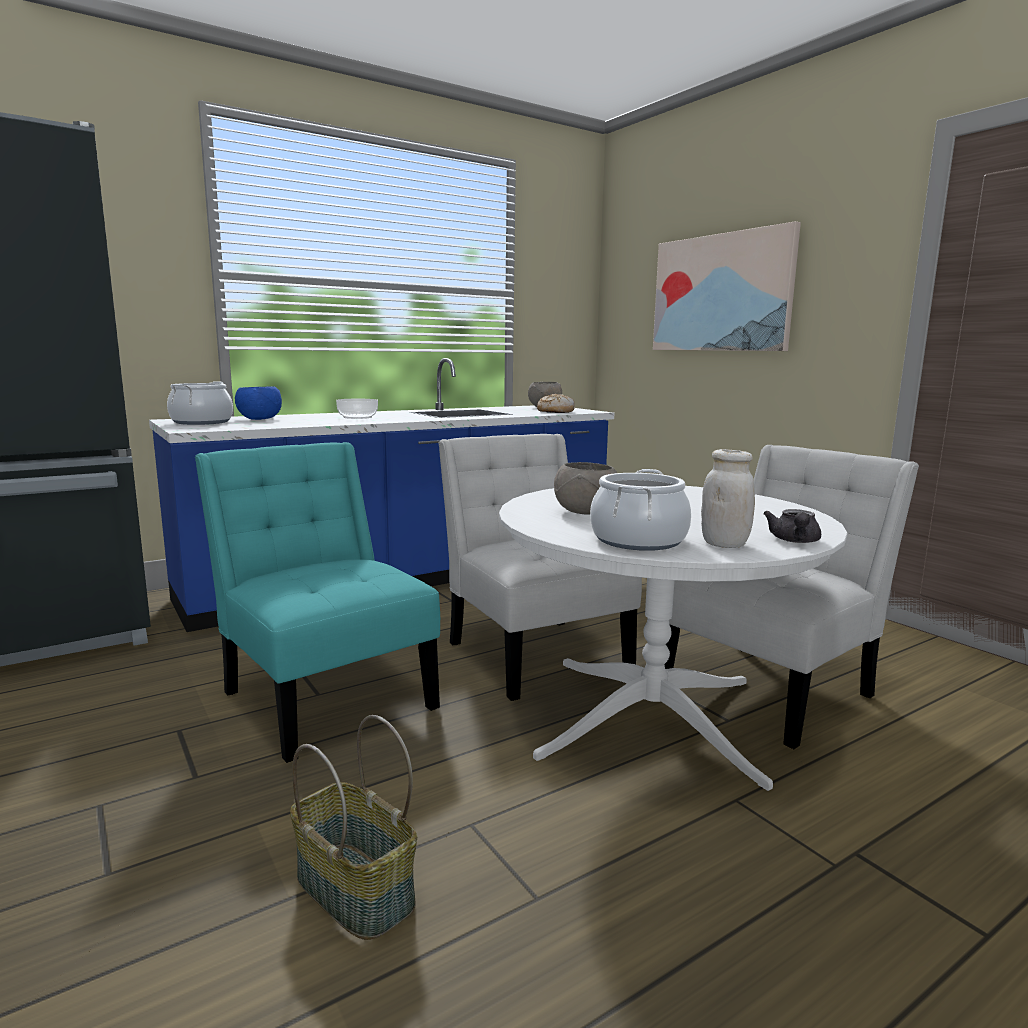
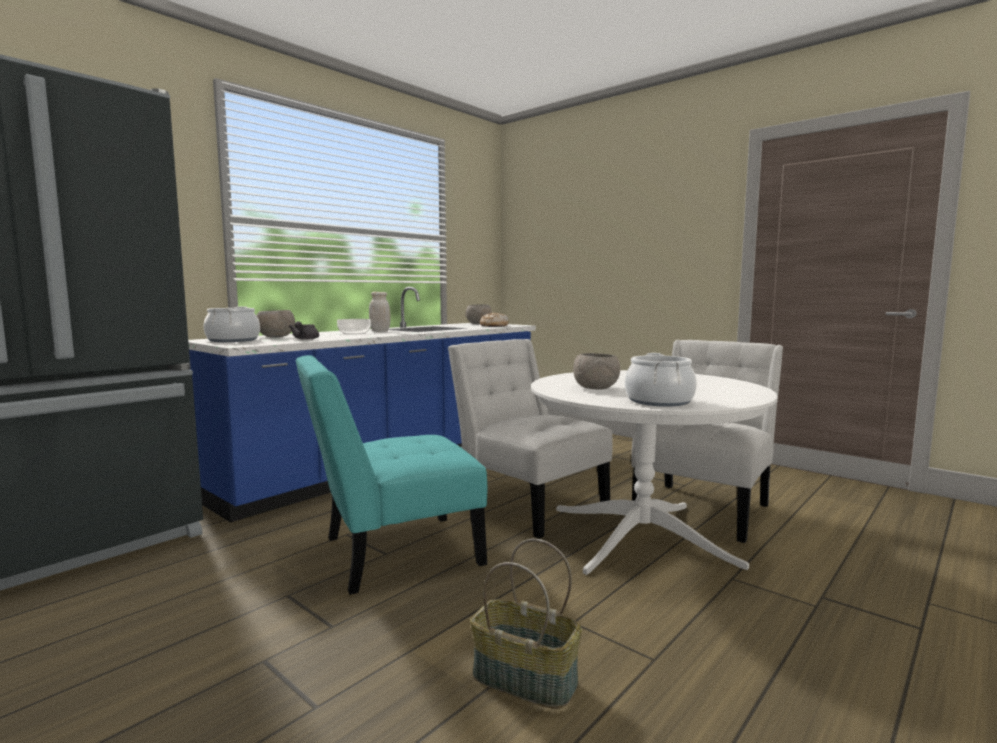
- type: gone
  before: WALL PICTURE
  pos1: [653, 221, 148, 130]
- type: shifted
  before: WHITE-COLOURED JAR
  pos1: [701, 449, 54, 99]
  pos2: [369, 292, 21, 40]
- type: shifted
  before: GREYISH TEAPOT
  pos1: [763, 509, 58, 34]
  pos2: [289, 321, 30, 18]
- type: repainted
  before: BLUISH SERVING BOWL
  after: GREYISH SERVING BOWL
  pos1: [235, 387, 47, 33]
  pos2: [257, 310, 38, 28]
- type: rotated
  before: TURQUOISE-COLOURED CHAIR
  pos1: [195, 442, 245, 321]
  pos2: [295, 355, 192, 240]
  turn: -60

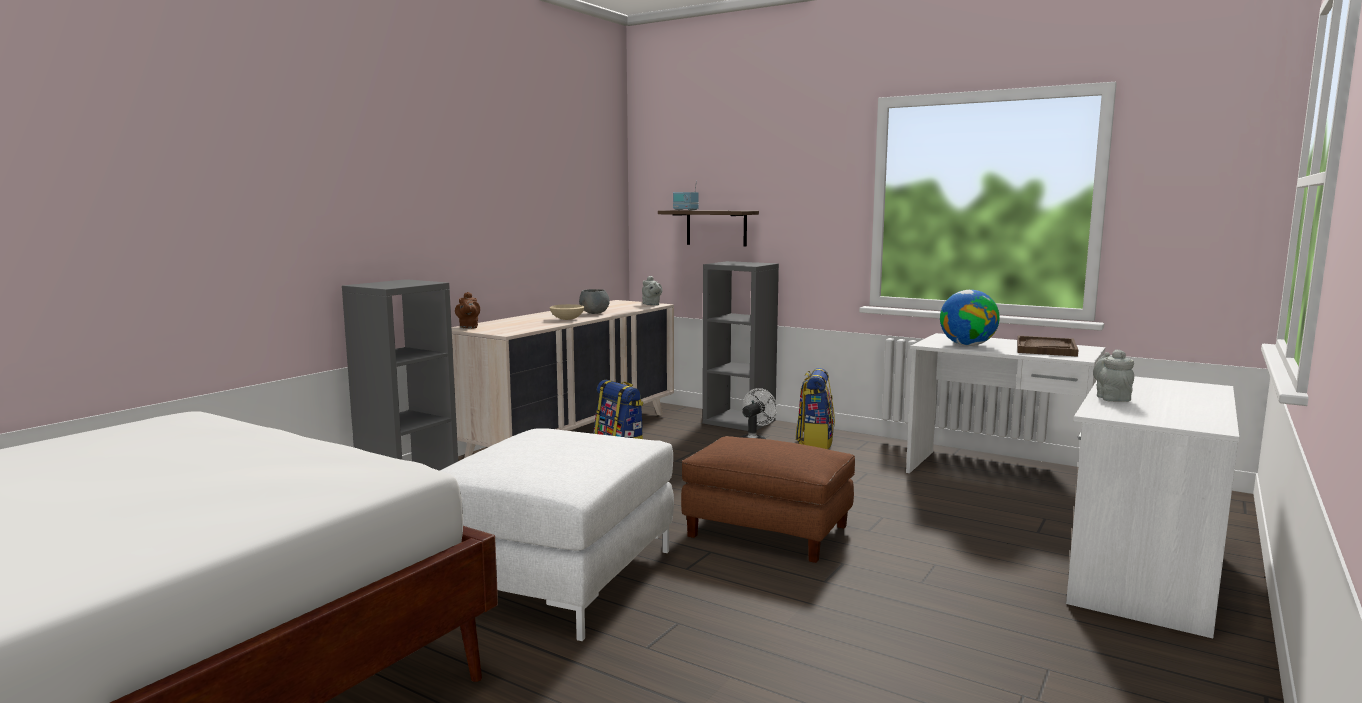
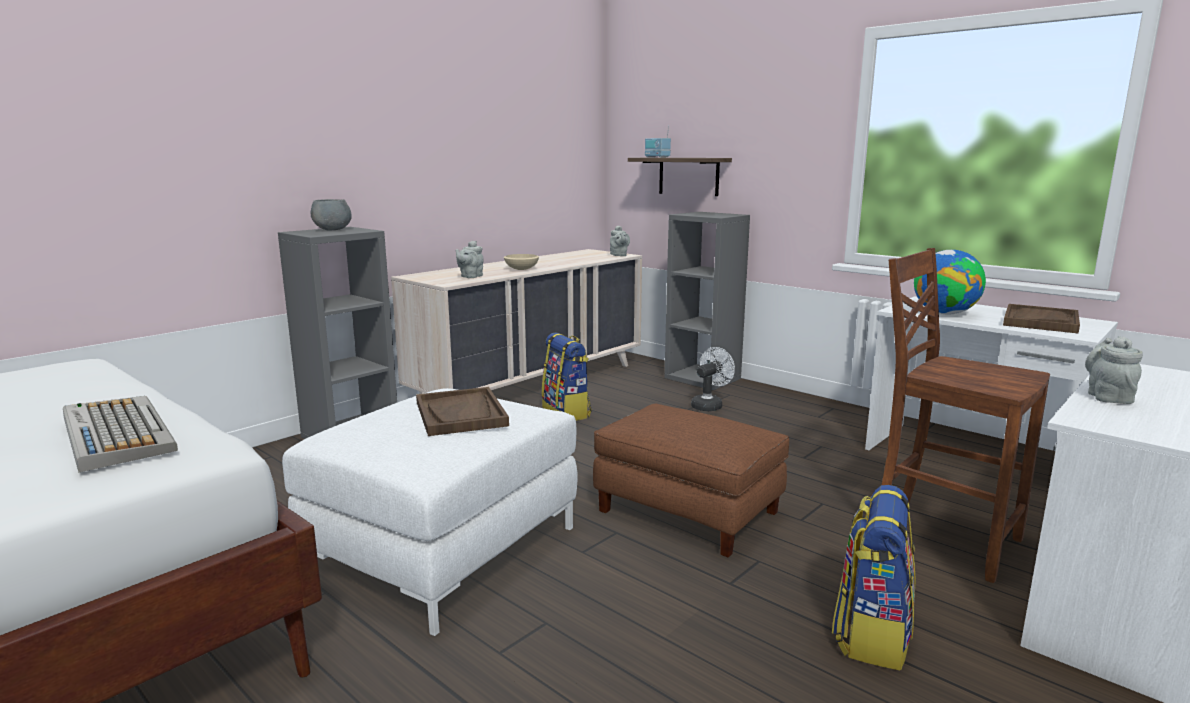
- type: gone
  before: BROWN-COLOURED TEAPOT
  pos1: [455, 292, 25, 37]
- type: new
  after: KEYBOARD
  pos2: [63, 396, 115, 77]
- type: new
  after: BROWN-COLOURED CARRYING TRAY
  pos2: [416, 387, 93, 49]
- type: new
  after: GREYISH TEAPOT
  pos2: [456, 241, 28, 37]
- type: new
  after: BROWN-COLOURED CHAIR
  pos2: [882, 248, 168, 335]
- type: shifted
  before: GREYISH SERVING BOWL
  pos1: [579, 289, 31, 25]
  pos2: [311, 199, 41, 31]
- type: shifted
  before: RUCKSACK
  pos1: [796, 368, 39, 81]
  pos2: [832, 485, 84, 185]

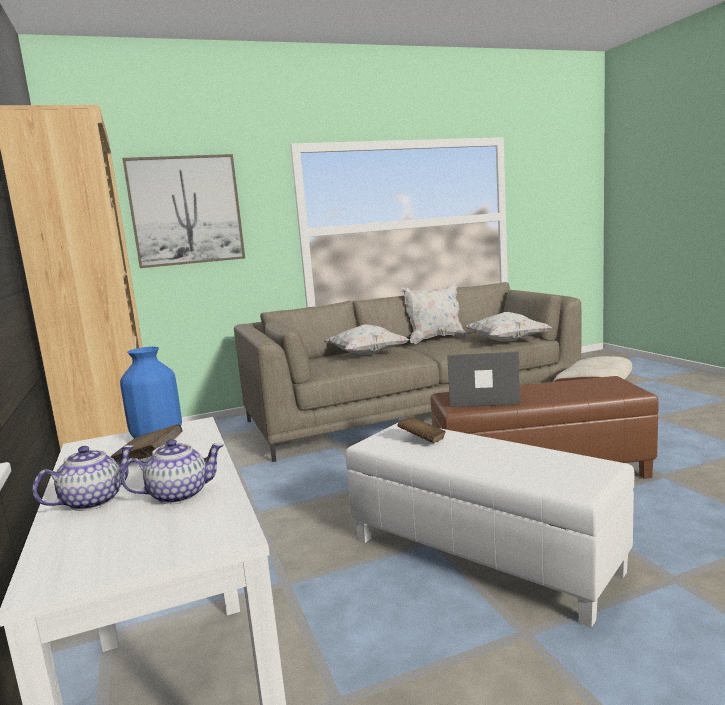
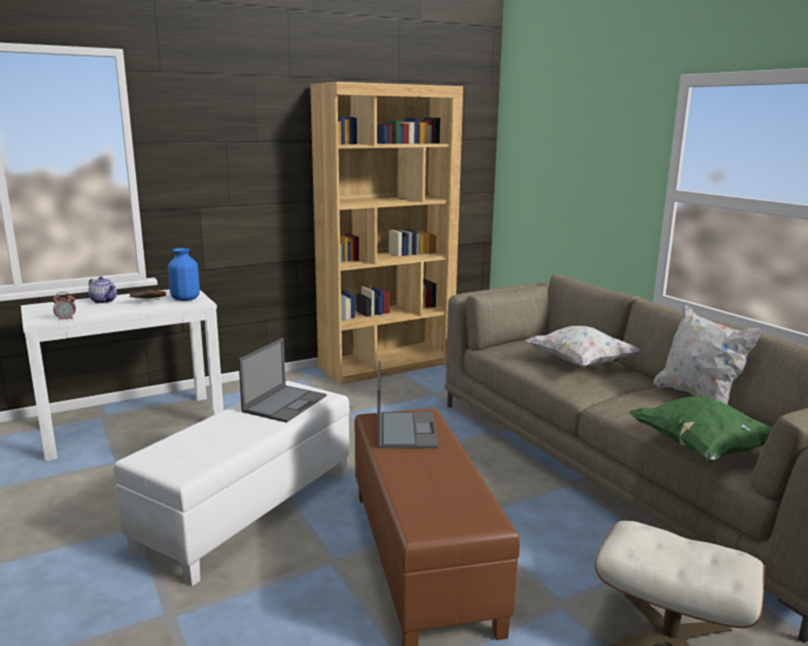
- type: gone
  before: TEAPOT
  pos1: [120, 439, 104, 65]
- type: gone
  before: WALL PICTURE
  pos1: [122, 154, 123, 114]
- type: new
  after: ALARM CLOCK
  pos2: [53, 292, 23, 29]
- type: swapped
  before: BROWN-COLOURED VOLUME
  after: LAPTOP
  pos1: [397, 416, 49, 27]
  pos2: [238, 338, 89, 85]
- type: repainted
  before: WHITE-COLOURED THROW PILLOW
  after: GREENISH THROW PILLOW
  pos1: [465, 312, 87, 30]
  pos2: [628, 395, 145, 67]

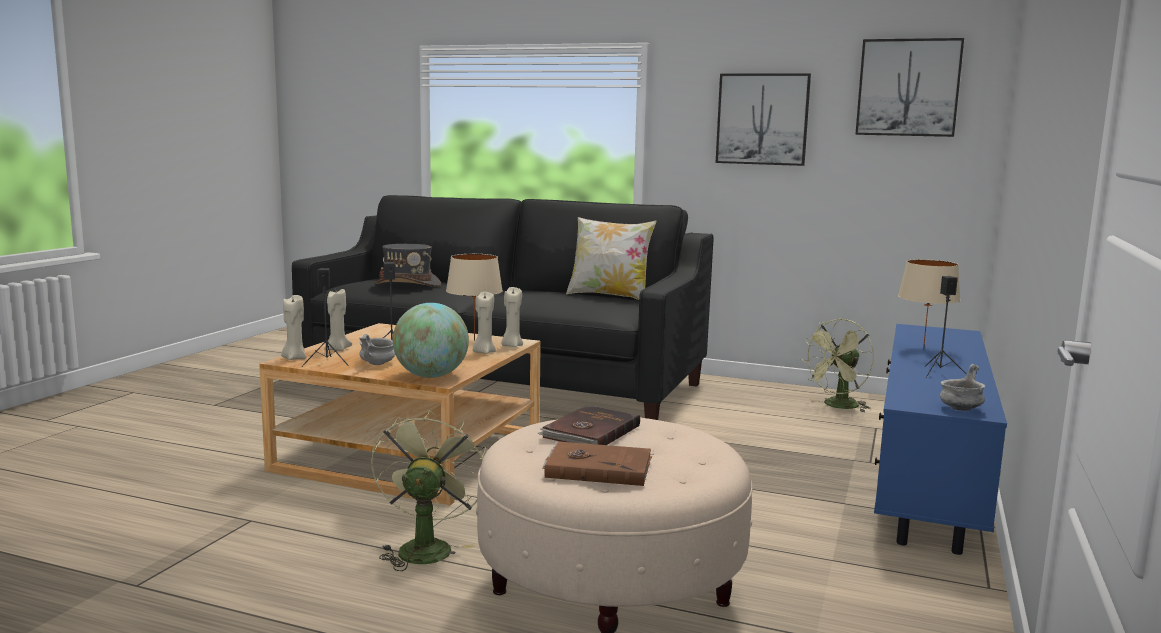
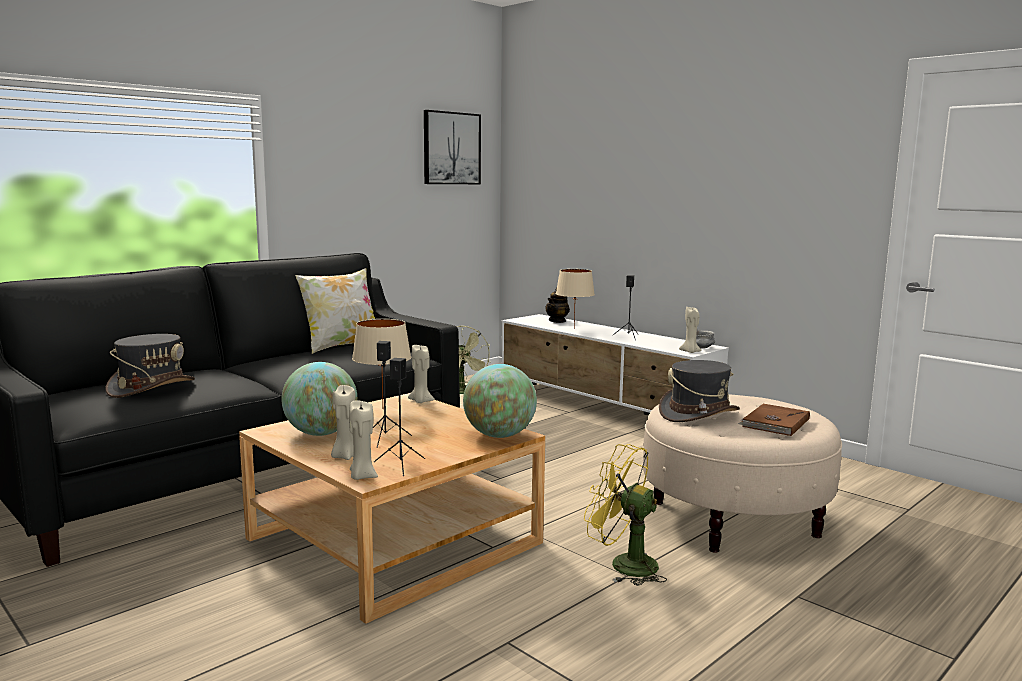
- type: gone
  before: GREYISH SERVING BOWL
  pos1: [359, 334, 36, 31]
- type: gone
  before: WALL PICTURE
  pos1: [716, 74, 95, 92]
- type: new
  after: WORLD GLOBE
  pos2: [282, 362, 75, 74]
- type: new
  after: TEAPOT
  pos2: [545, 288, 25, 35]
- type: shifted
  before: BEIGE-COLOURED CANDLE
  pos1: [473, 292, 23, 62]
  pos2: [679, 307, 23, 46]
- type: swapped
  before: BROWN-COLOURED VOLUME
  after: GREYISH CLOTHING HAT
  pos1: [537, 405, 103, 40]
  pos2: [659, 360, 81, 62]
- type: repainted
  before: GREENISH ELECTRIC FAN
  after: YELLOW-COLOURED ELECTRIC FAN
  pos1: [371, 409, 115, 162]
  pos2: [584, 444, 83, 142]
- type: repainted
  before: BLUISH TV UNIT
  after: WHITE-COLOURED TV UNIT
  pos1: [874, 324, 133, 231]
  pos2: [502, 314, 227, 101]

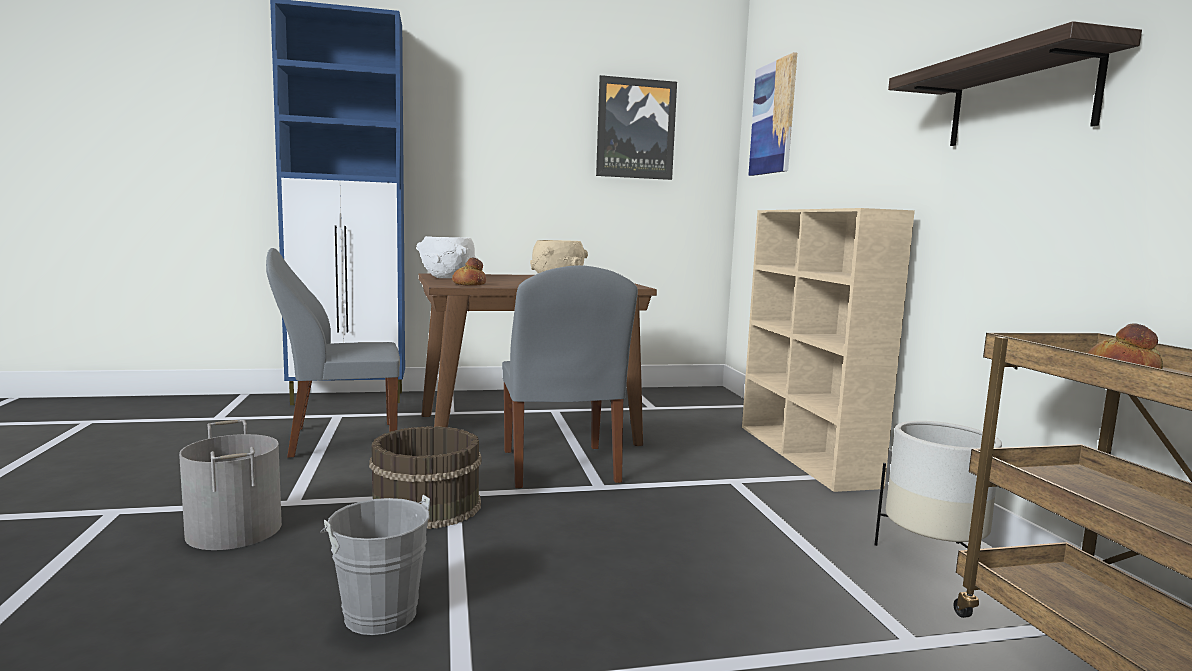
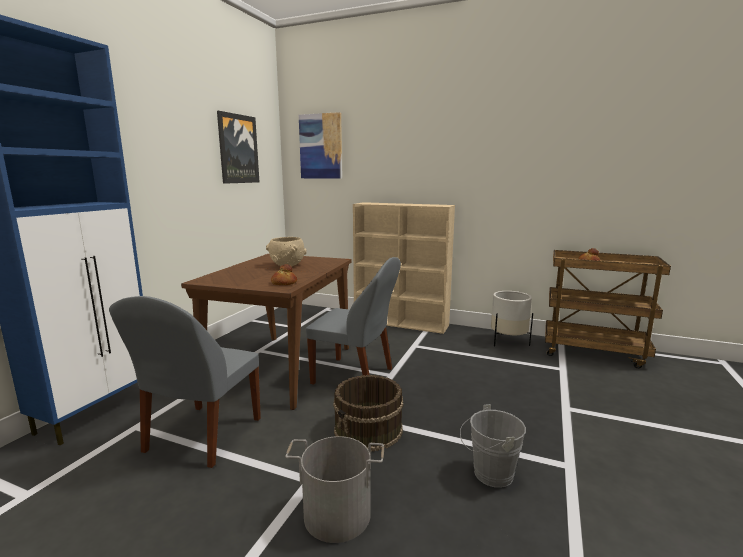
- type: gone
  before: WHITE-COLOURED SERVING BOWL
  pos1: [417, 236, 60, 42]
- type: gone
  before: BRACKET SHELF
  pos1: [888, 21, 254, 125]

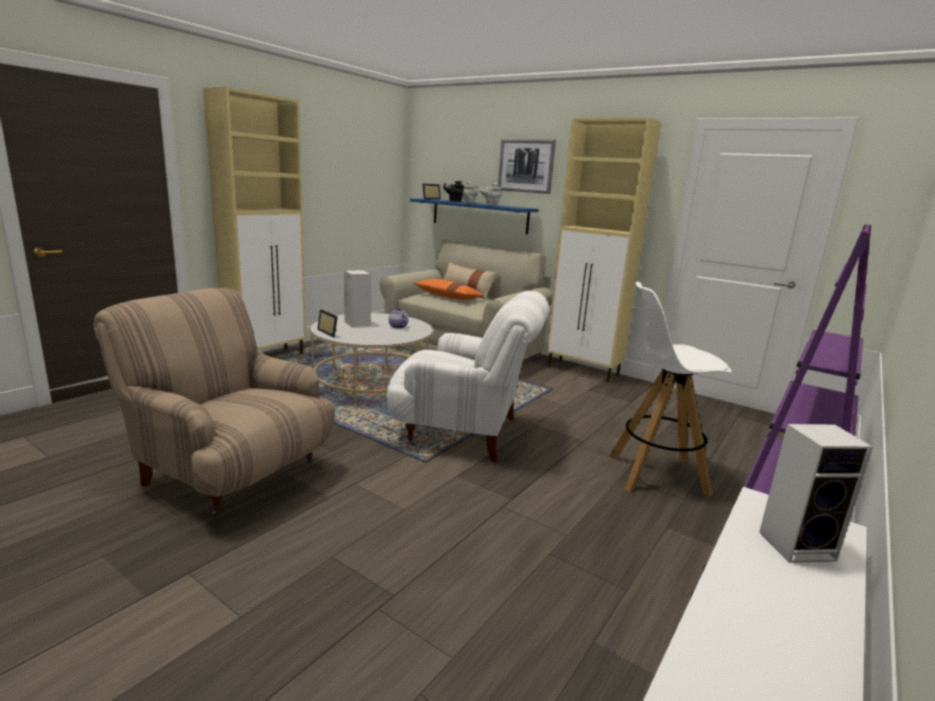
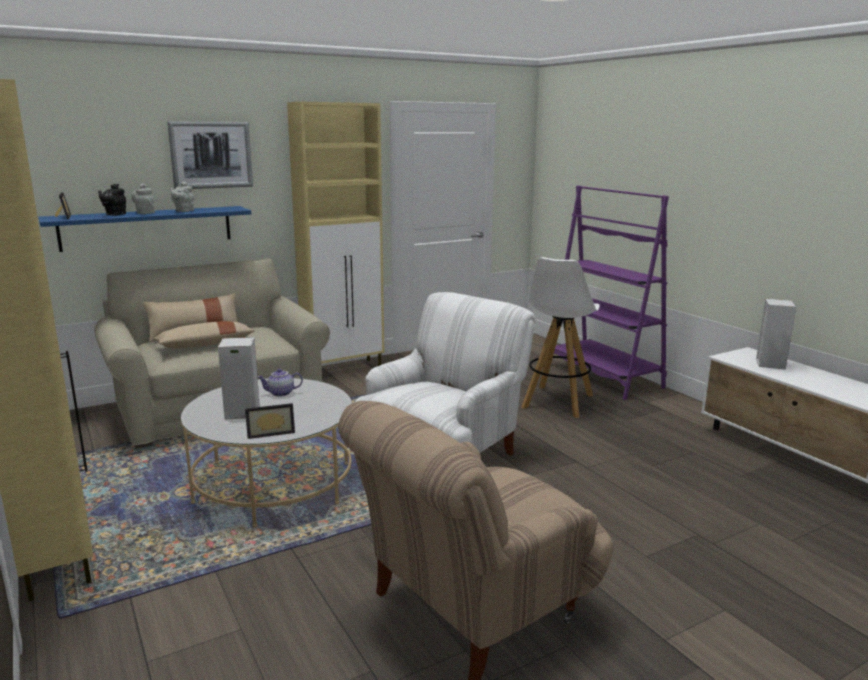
- type: repainted
  before: ORANGEY THROW PILLOW
  after: BEIGE-COLOURED THROW PILLOW
  pos1: [414, 279, 70, 21]
  pos2: [153, 321, 102, 27]

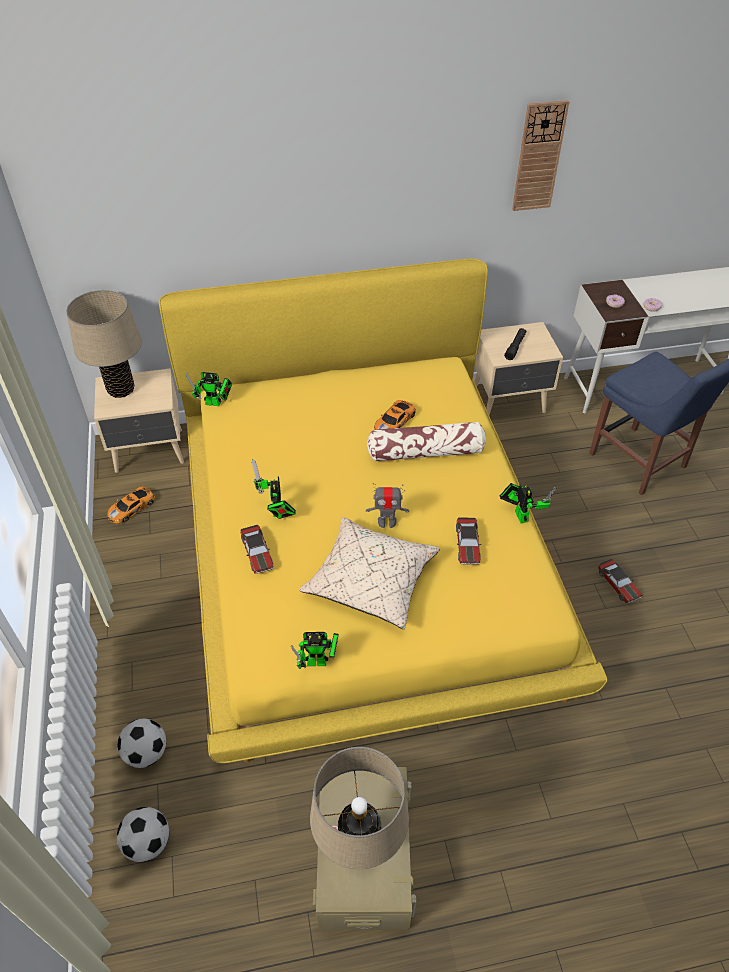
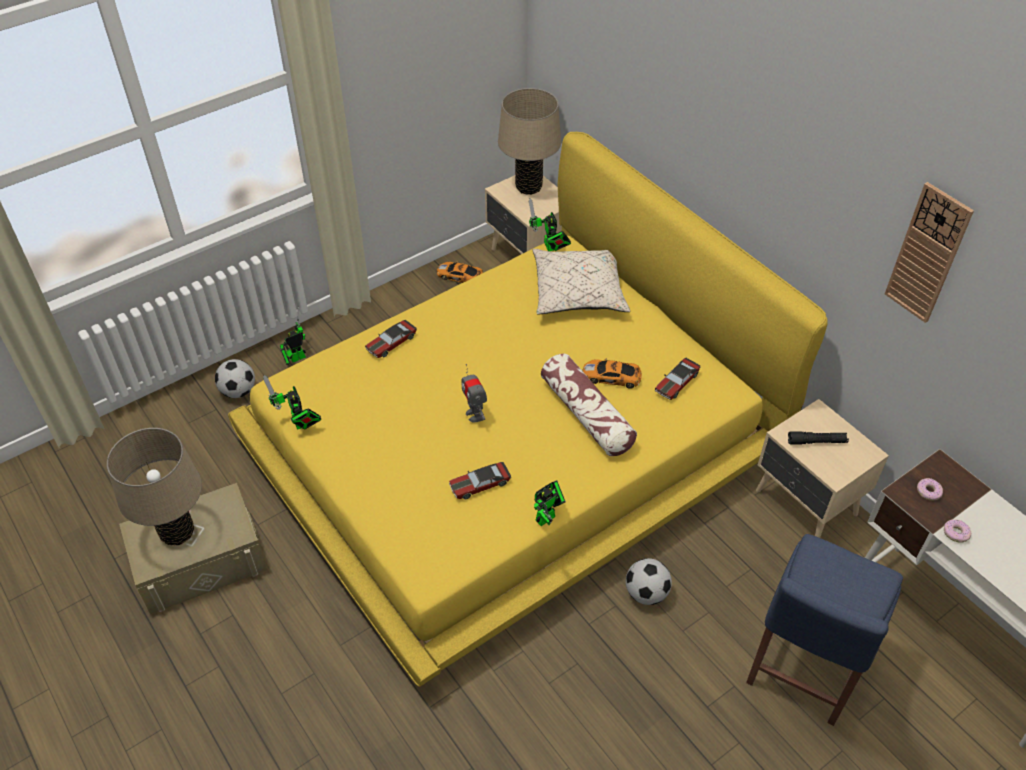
- type: shifted
  before: FOOTBALL BALL
  pos1: [117, 807, 52, 55]
  pos2: [626, 558, 46, 47]
- type: shifted
  before: ROBOT FIGURE
  pos1: [251, 459, 45, 60]
  pos2: [280, 306, 26, 59]
- type: shifted
  before: BEIGE-COLOURED THROW PILLOW
  pos1: [299, 517, 141, 112]
  pos2: [533, 249, 97, 65]
- type: shifted
  before: TOY CAR
  pos1: [598, 559, 44, 44]
  pos2: [655, 358, 45, 42]

